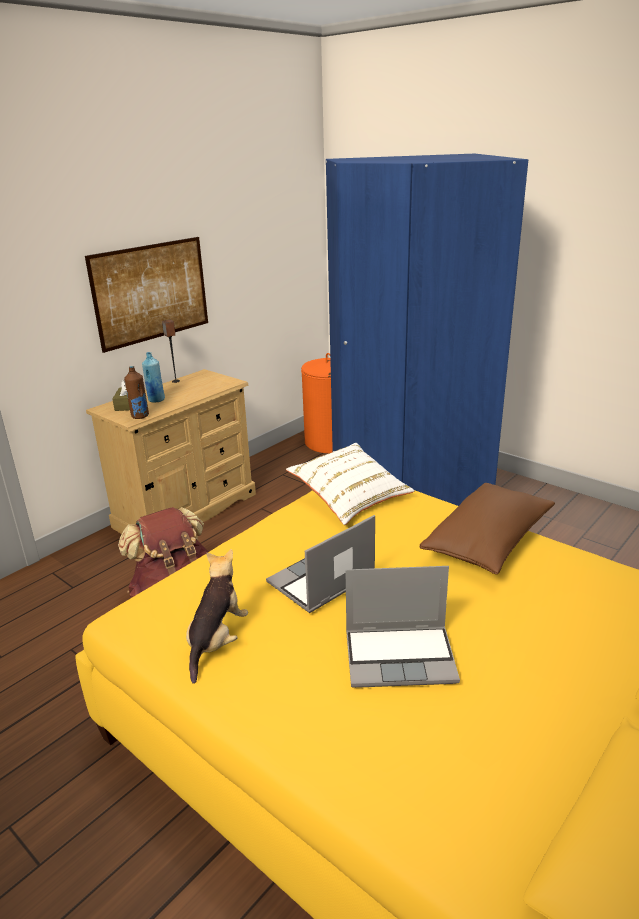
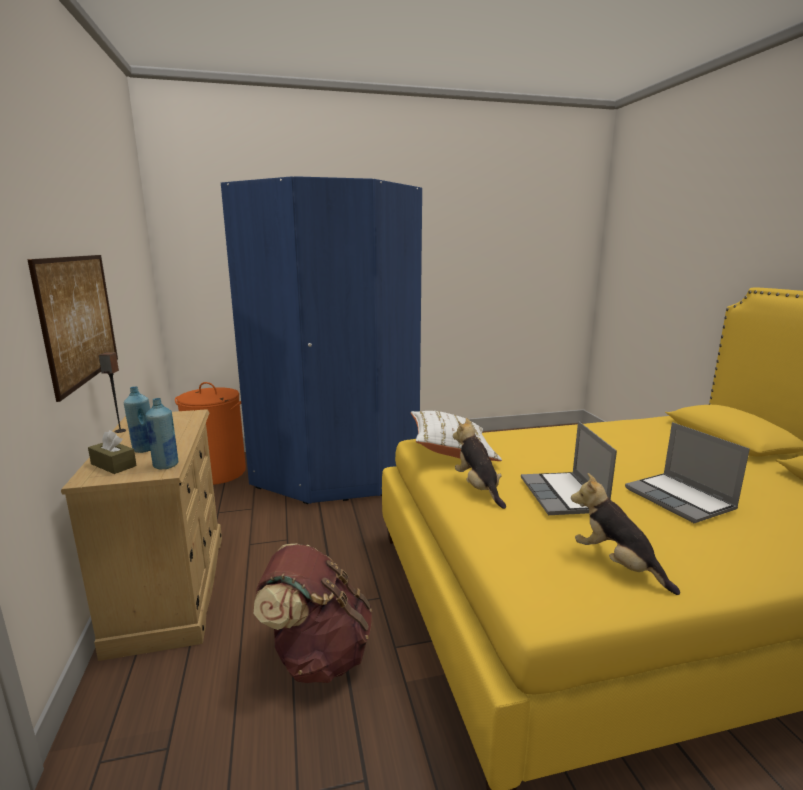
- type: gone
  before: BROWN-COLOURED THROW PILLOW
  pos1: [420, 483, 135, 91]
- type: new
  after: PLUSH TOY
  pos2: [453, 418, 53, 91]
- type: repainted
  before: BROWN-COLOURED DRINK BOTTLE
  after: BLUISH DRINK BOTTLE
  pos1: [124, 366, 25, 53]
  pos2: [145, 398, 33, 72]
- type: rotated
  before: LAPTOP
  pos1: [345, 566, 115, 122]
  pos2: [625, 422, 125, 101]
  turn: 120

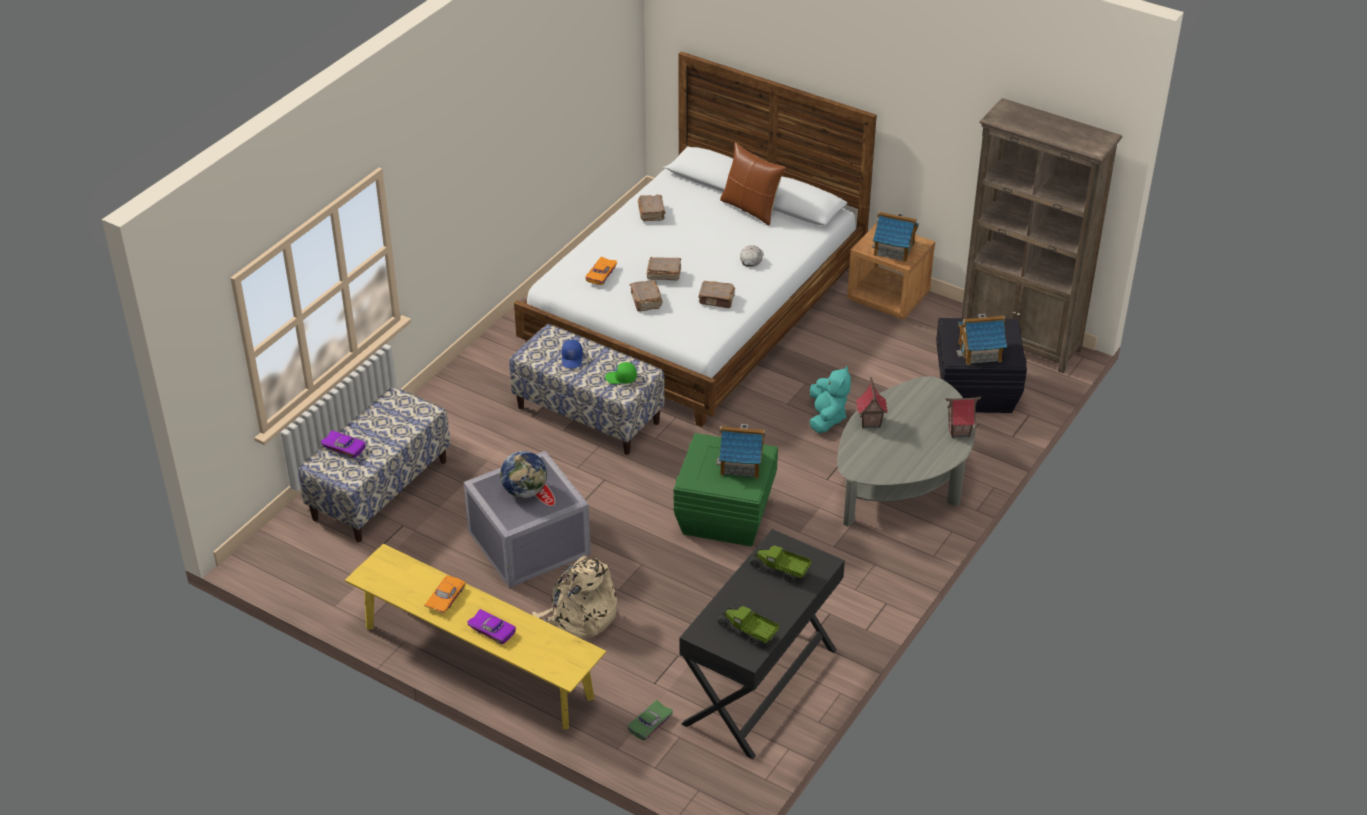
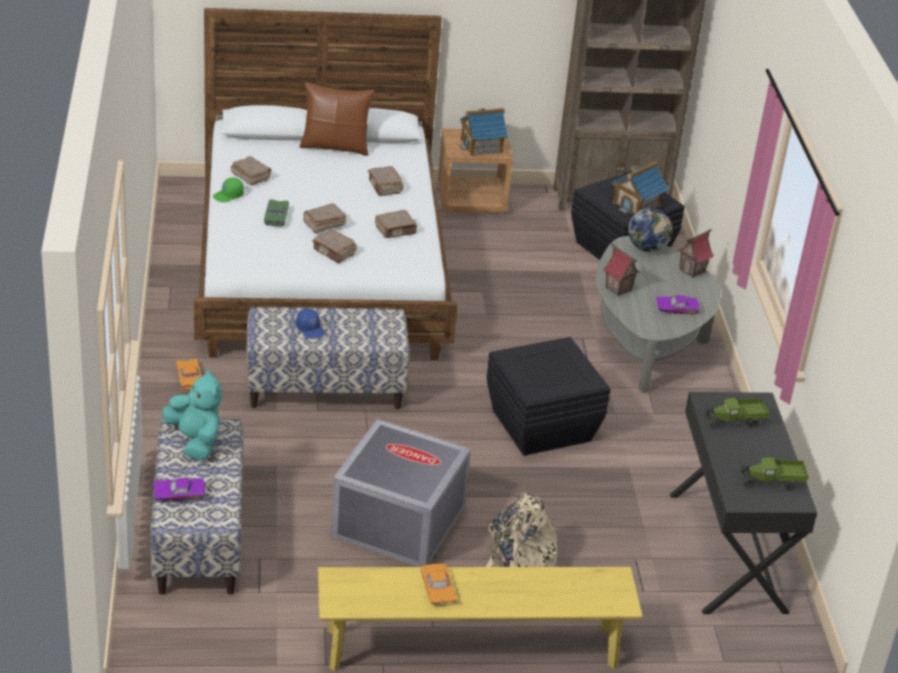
- type: gone
  before: MODEL HOUSE
  pos1: [716, 424, 49, 54]
- type: shifted
  before: PURPLE-COLOURED TOY CAR
  pos1: [467, 609, 49, 35]
  pos2: [656, 295, 44, 20]
- type: shifted
  before: WORLD GLOBE
  pos1: [500, 451, 47, 47]
  pos2: [628, 208, 45, 44]
- type: shifted
  before: ORANGEY TOY CAR
  pos1: [585, 257, 33, 28]
  pos2: [176, 359, 26, 31]
- type: shifted
  before: GREENISH PEAKED CAP
  pos1: [605, 362, 32, 22]
  pos2: [213, 178, 31, 24]
- type: shifted
  before: GREENISH TOY CAR
  pos1: [628, 700, 45, 40]
  pos2: [264, 199, 25, 27]
- type: shifted
  before: TURQUOISE-COLOURED PLUSH TOY
  pos1: [809, 366, 42, 67]
  pos2: [162, 369, 60, 91]
- type: swapped
  before: WHITE-COLOURED PEAKED CAP
  after: BROWN-COLOURED VOLUME
  pos1: [740, 245, 24, 22]
  pos2: [368, 166, 36, 30]
- type: repainted
  before: GREENISH STORAGE BIN
  after: BLACK-COLOURED STORAGE BIN
  pos1: [674, 433, 104, 114]
  pos2: [486, 337, 125, 119]

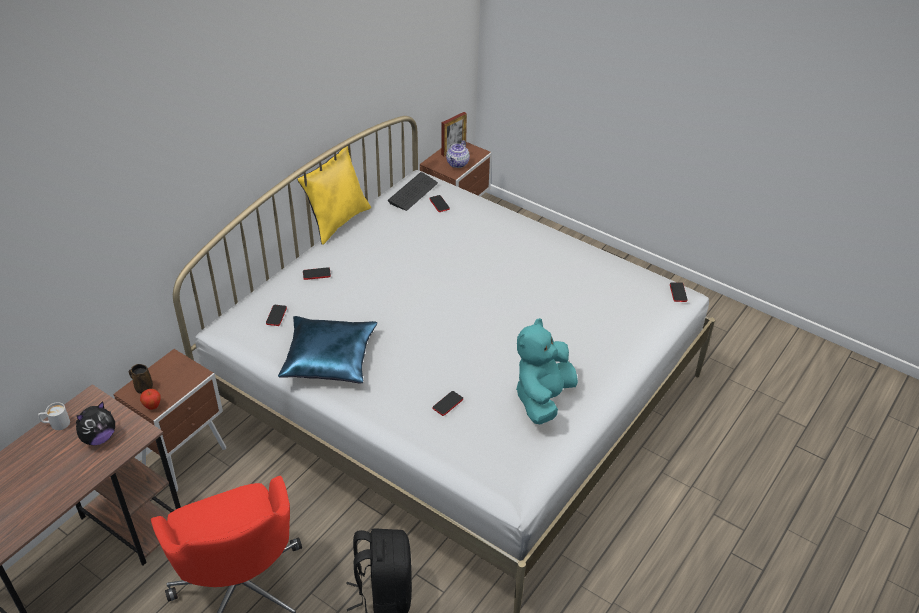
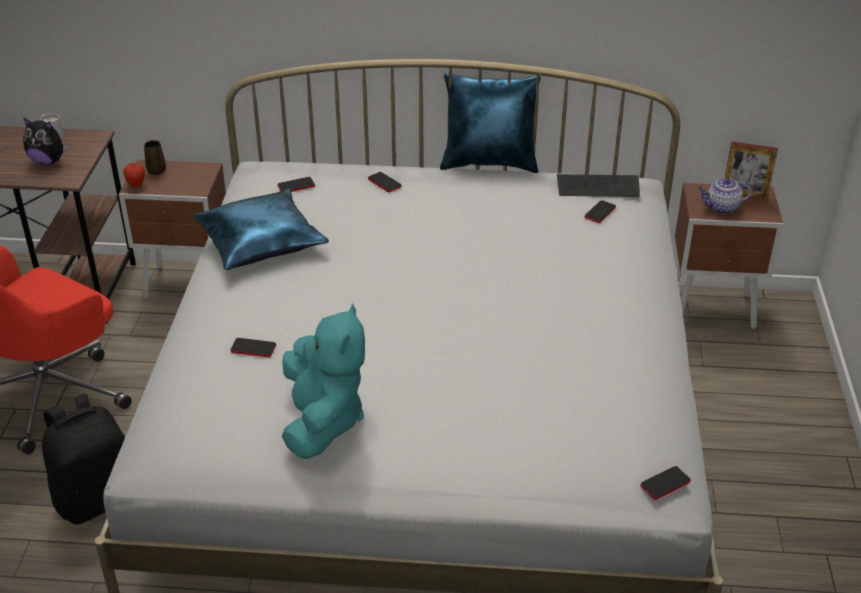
- type: repainted
  before: YELLOW-COLOURED THROW PILLOW
  after: BLUISH THROW PILLOW
  pos1: [297, 146, 74, 99]
  pos2: [440, 73, 101, 100]
- type: rotated
  before: TURQUOISE-COLOURED PLUSH TOY
  pos1: [516, 318, 62, 106]
  pos2: [282, 304, 83, 155]
  turn: 90

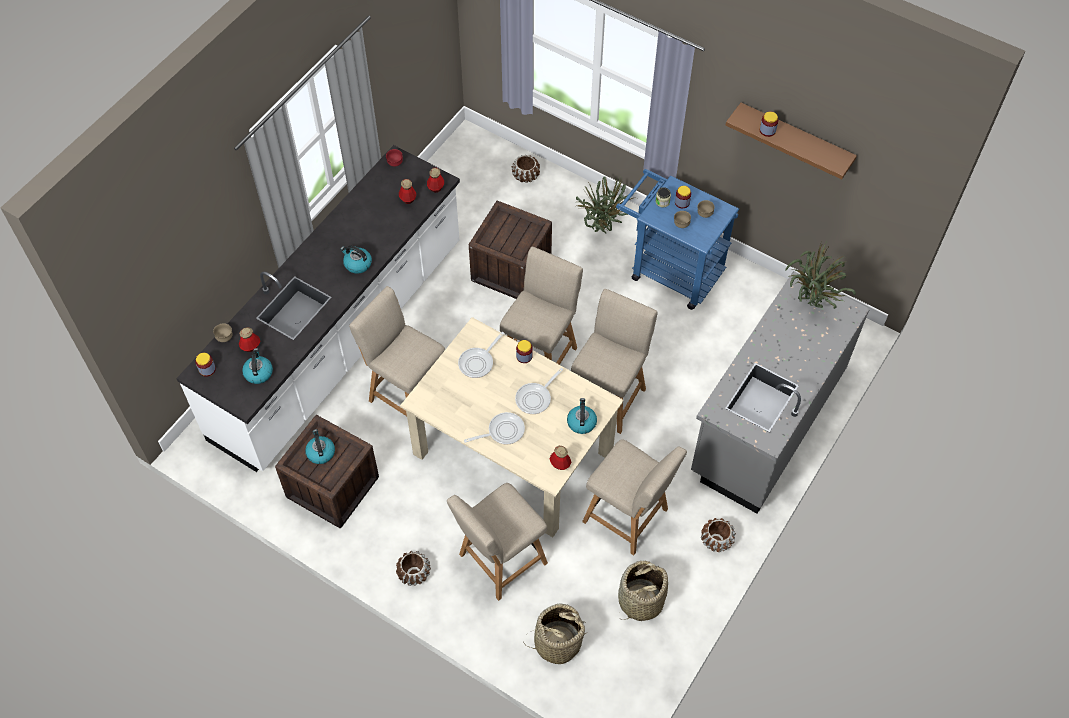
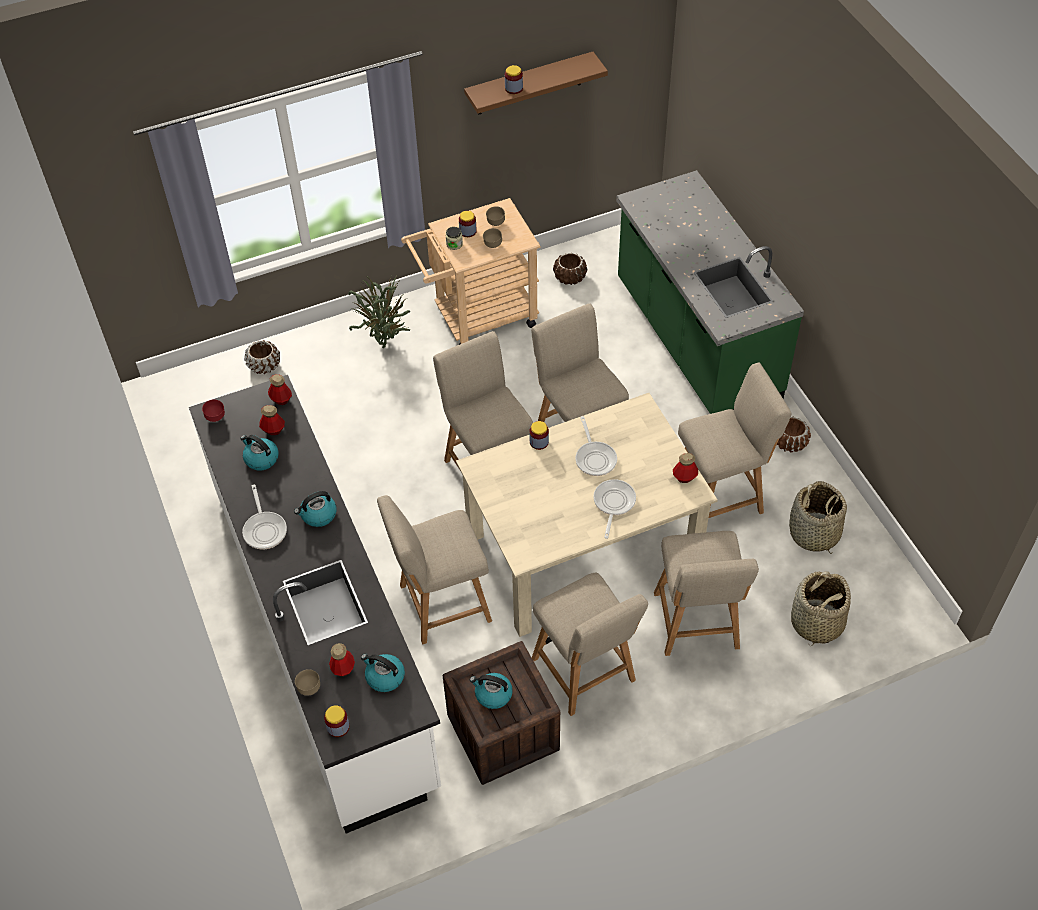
- type: gone
  before: SHIPPING CRATE
  pos1: [469, 201, 83, 98]
- type: gone
  before: POTTED PLANT
  pos1: [785, 242, 71, 67]
- type: new
  after: BEIGE-COLOURED CHAIR
  pos2: [532, 572, 116, 144]
- type: shifted
  before: BROWN-COLOURED PLANT POT
  pos1: [396, 551, 35, 35]
  pos2: [553, 253, 34, 32]
- type: shifted
  before: FRYING PAN
  pos1: [458, 332, 46, 46]
  pos2: [242, 485, 45, 64]
- type: shifted
  before: WATER KETTLE
  pos1: [567, 398, 30, 36]
  pos2: [240, 435, 39, 36]
- type: repainted
  before: BLUISH WHEELED CART
  after: BEIGE-COLOURED WHEELED CART
  pos1: [616, 169, 123, 141]
  pos2: [401, 198, 139, 147]
- type: repainted
  before: GREYISH COUNTER
  after: GREENISH COUNTER
  pos1: [691, 271, 179, 242]
  pos2: [616, 170, 188, 244]

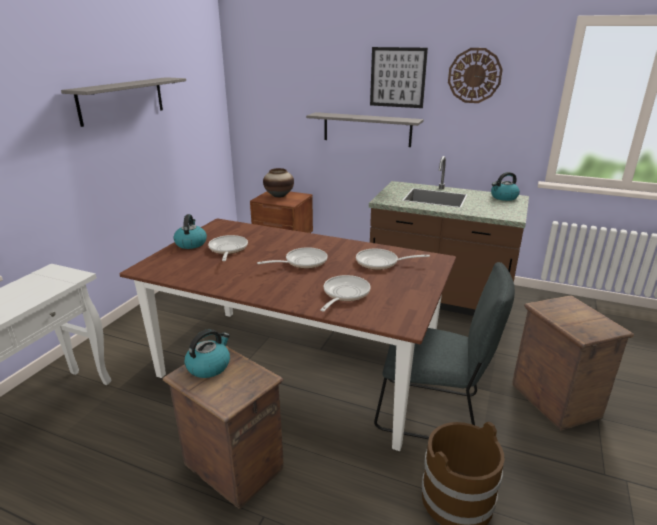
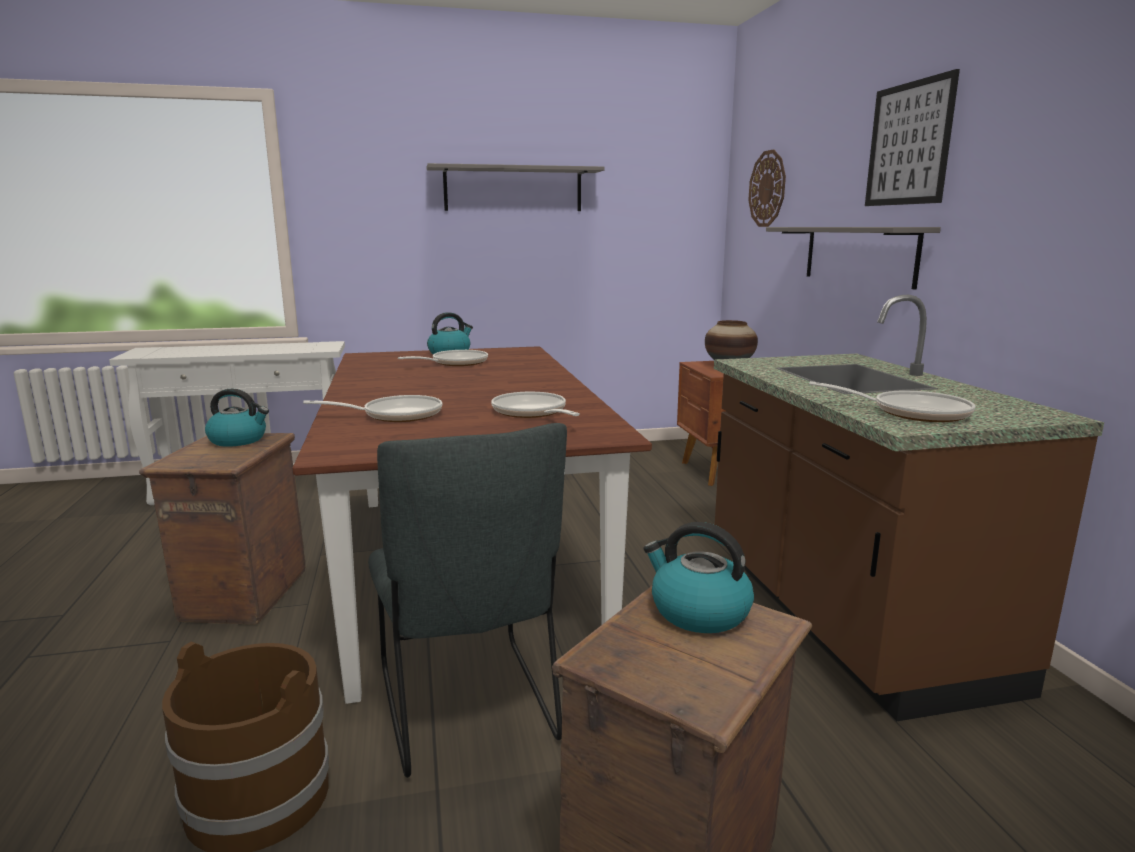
- type: shifted
  before: FRYING PAN
  pos1: [257, 247, 70, 22]
  pos2: [809, 381, 166, 41]
- type: shifted
  before: WALL CLOCK
  pos1: [448, 48, 55, 55]
  pos2: [748, 149, 38, 78]
- type: shifted
  before: WATER KETTLE
  pos1: [491, 172, 29, 29]
  pos2: [643, 522, 111, 111]

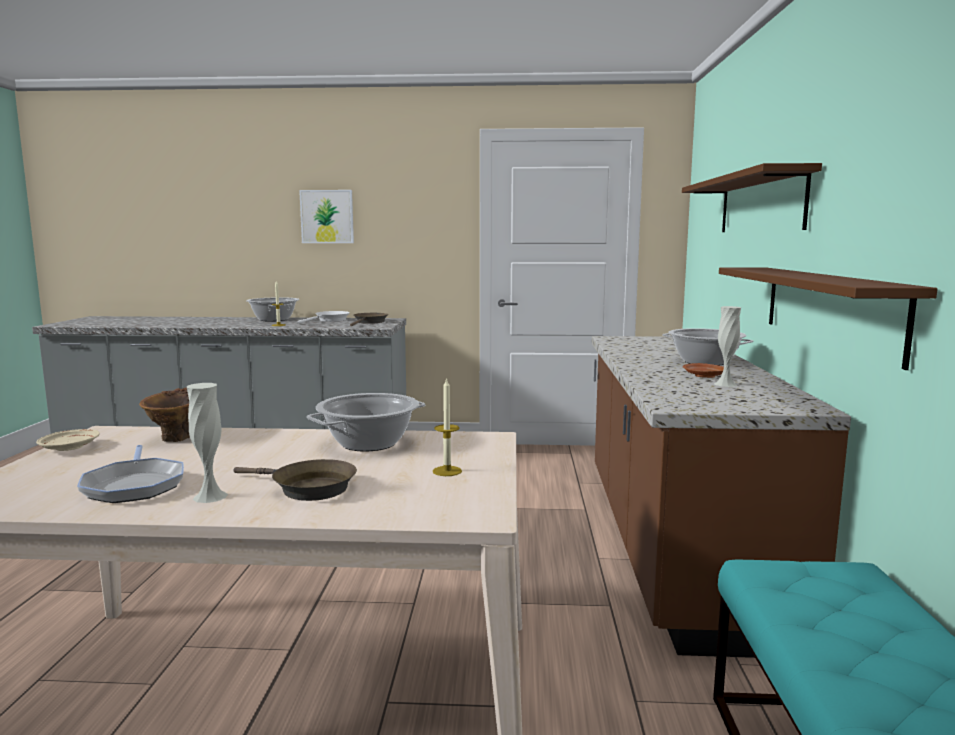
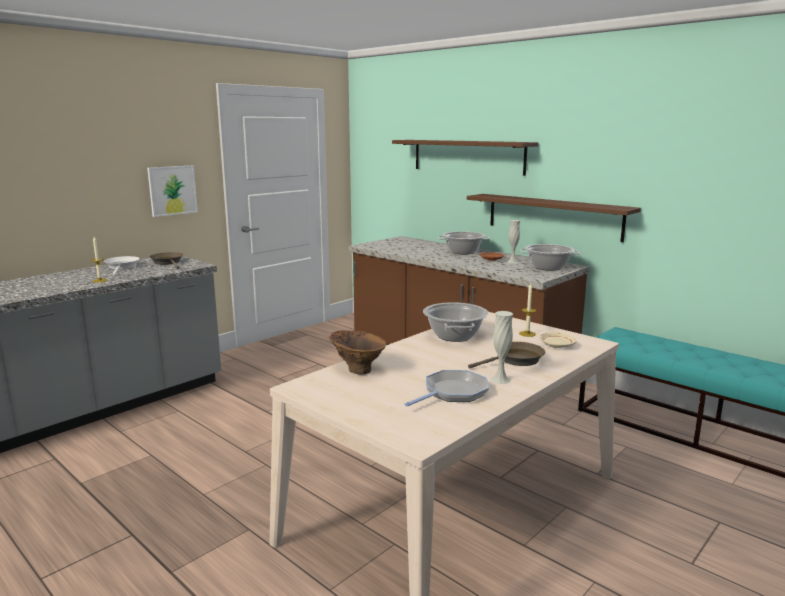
- type: shifted
  before: BEIGE-COLOURED PLATE
  pos1: [36, 429, 64, 22]
  pos2: [540, 332, 36, 16]
- type: shifted
  before: SAUCEPOT
  pos1: [246, 297, 53, 25]
  pos2: [520, 244, 60, 27]
- type: shifted
  before: WALL PICTURE
  pos1: [299, 190, 55, 53]
  pos2: [147, 166, 51, 51]
- type: rotated
  before: FRYING PAN
  pos1: [77, 445, 107, 58]
  pos2: [404, 370, 85, 37]
  turn: -60

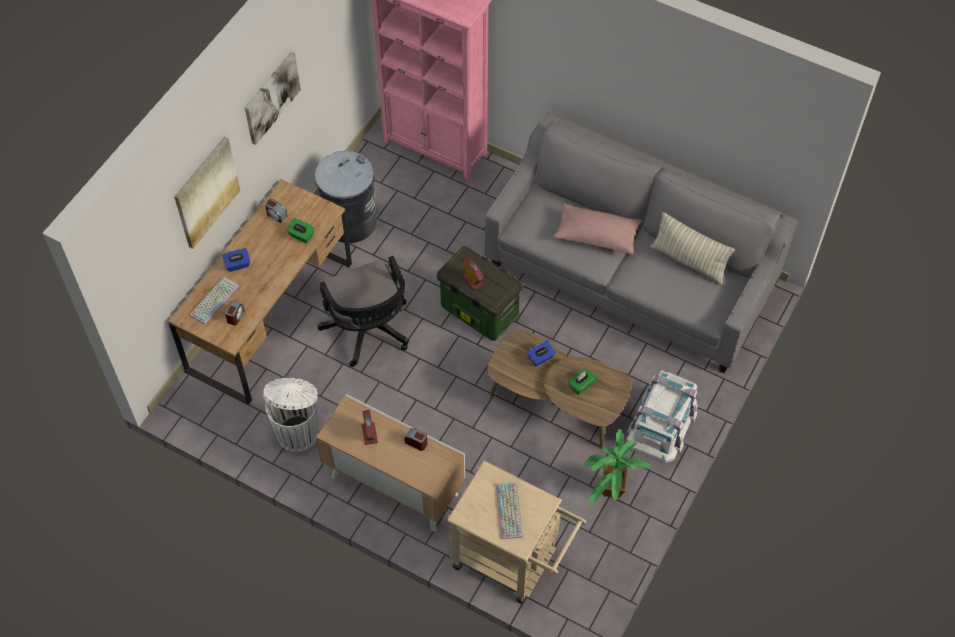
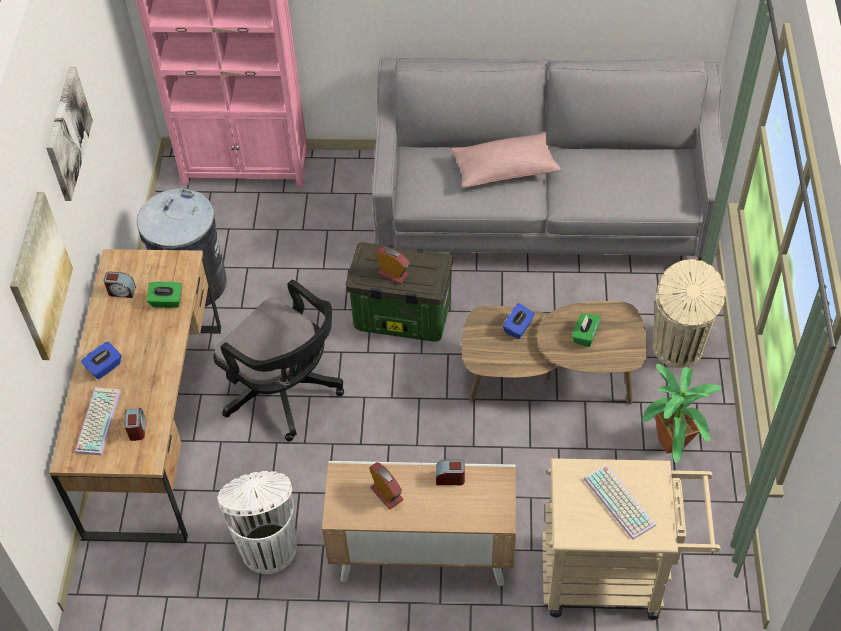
- type: gone
  before: THROW PILLOW
  pos1: [650, 212, 85, 73]
- type: swapped
  before: WHITE-COLOURED STORAGE BIN
  after: BEIGE-COLOURED WASTE BIN
  pos1: [627, 371, 71, 92]
  pos2: [652, 259, 74, 109]

